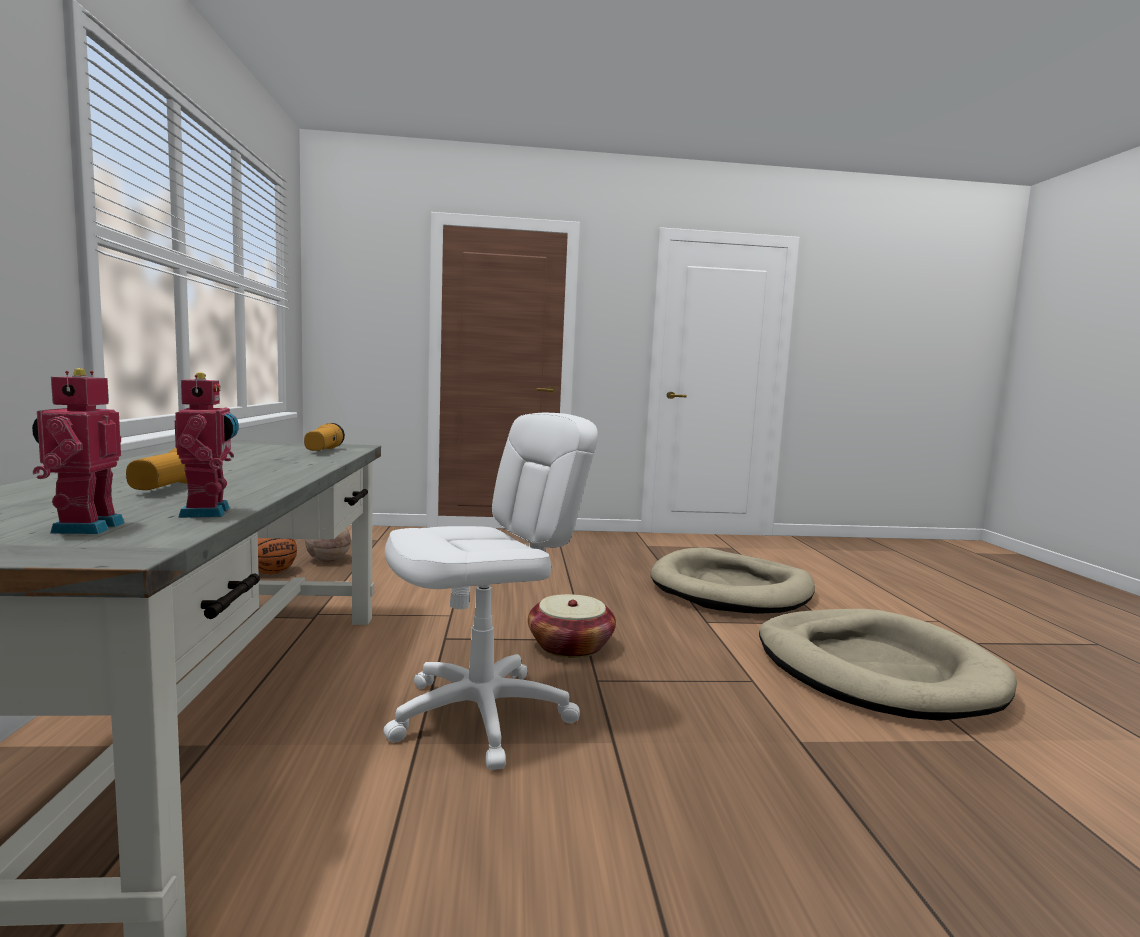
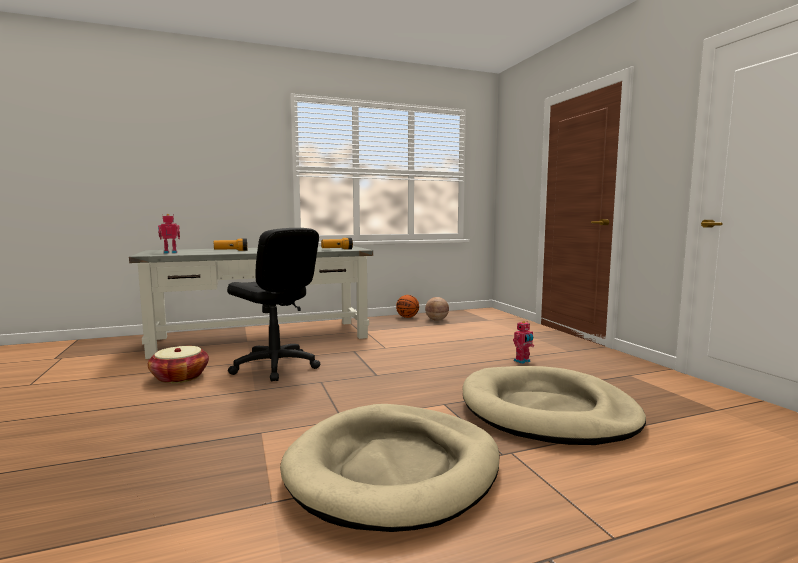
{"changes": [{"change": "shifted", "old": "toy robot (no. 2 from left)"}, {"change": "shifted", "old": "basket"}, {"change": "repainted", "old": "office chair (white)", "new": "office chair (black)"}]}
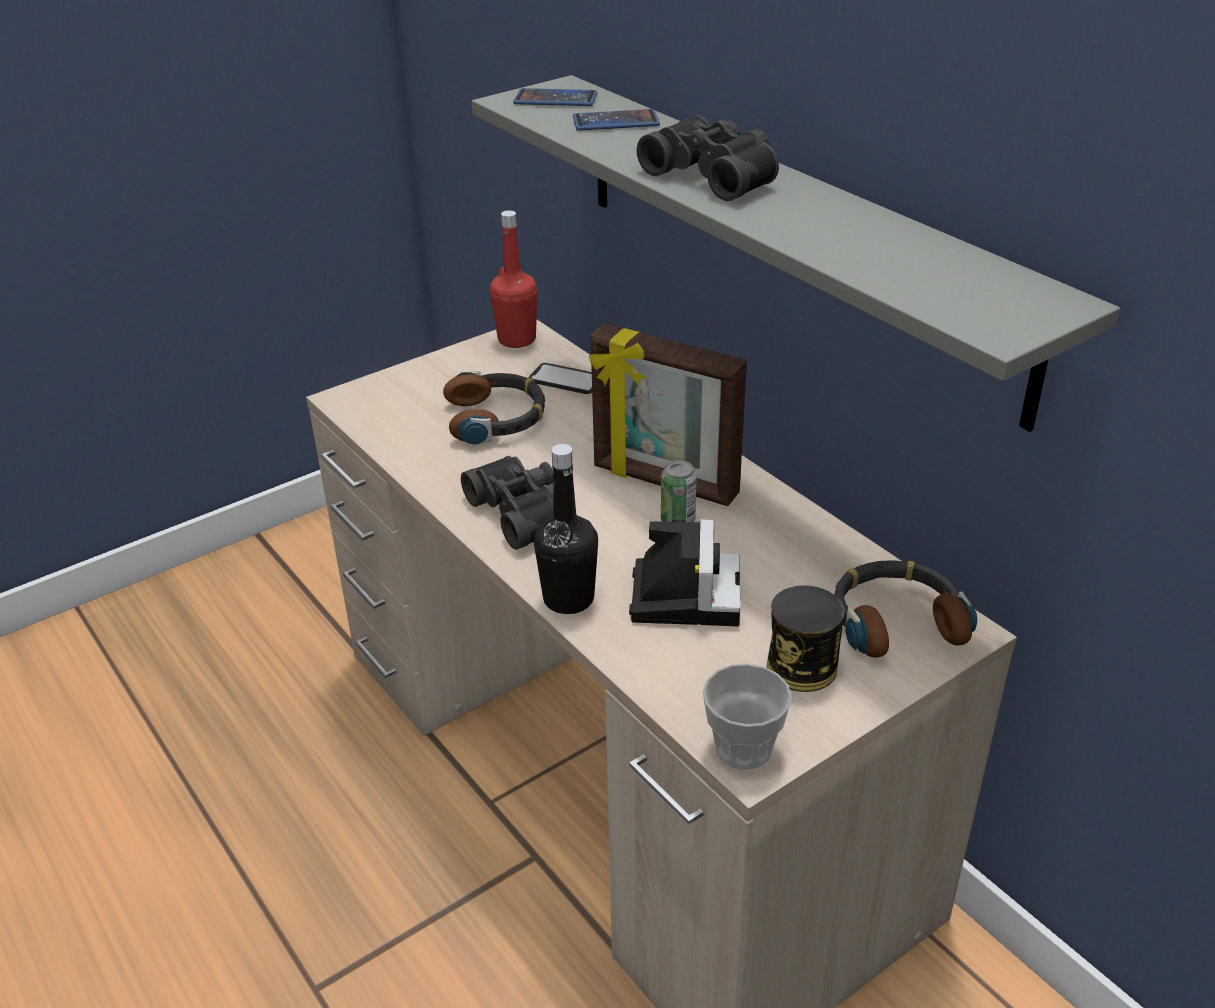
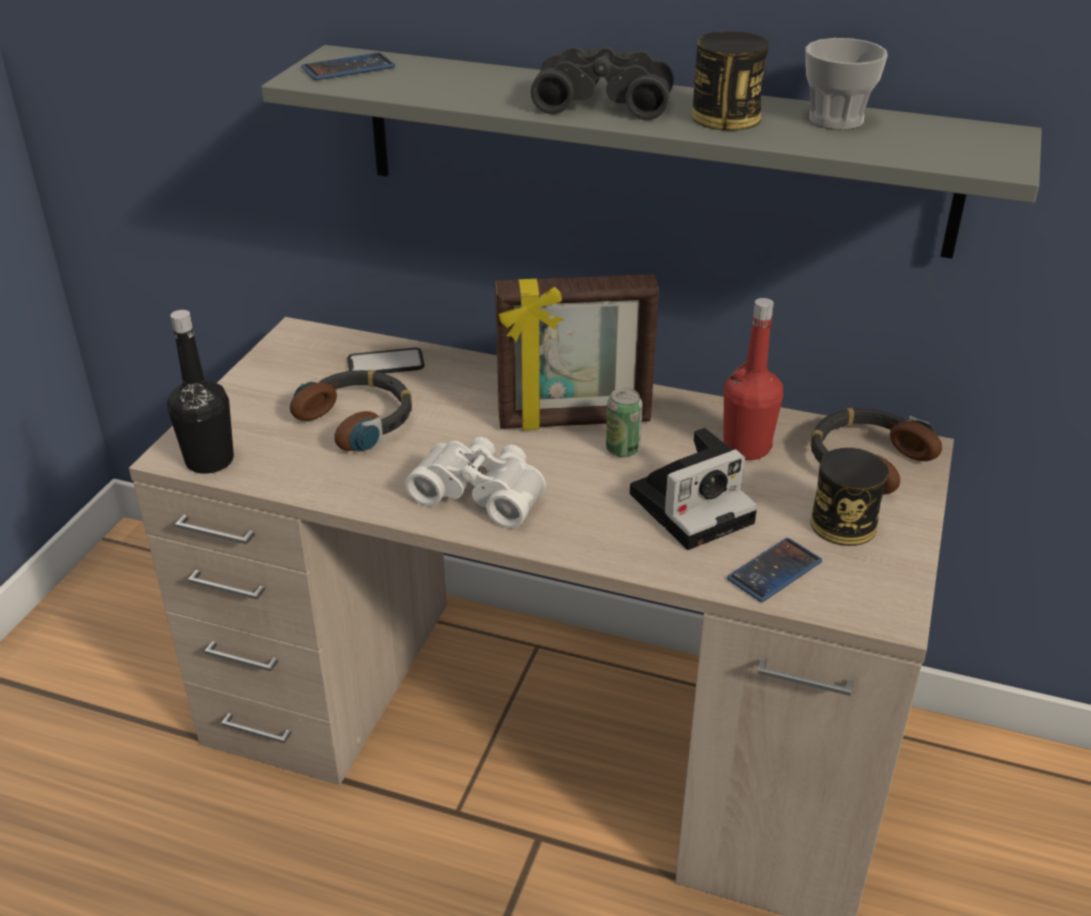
{"changes": [{"change": "new", "new": "can (no. 2 from left)"}, {"change": "shifted", "old": "bottle (red)"}, {"change": "shifted", "old": "bottle (black)"}, {"change": "shifted", "old": "phone (no. 3 from left)"}, {"change": "shifted", "old": "cup"}, {"change": "repainted", "old": "binoculars (black) (no. 1 from left)", "new": "binoculars (white)"}, {"change": "rotated", "old": "photo camera", "degrees": 90}]}
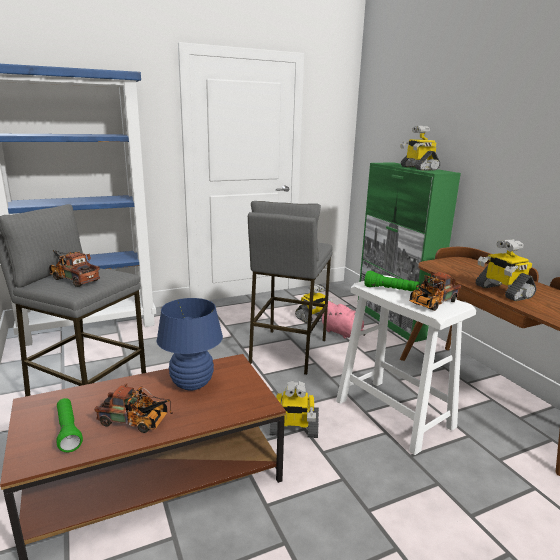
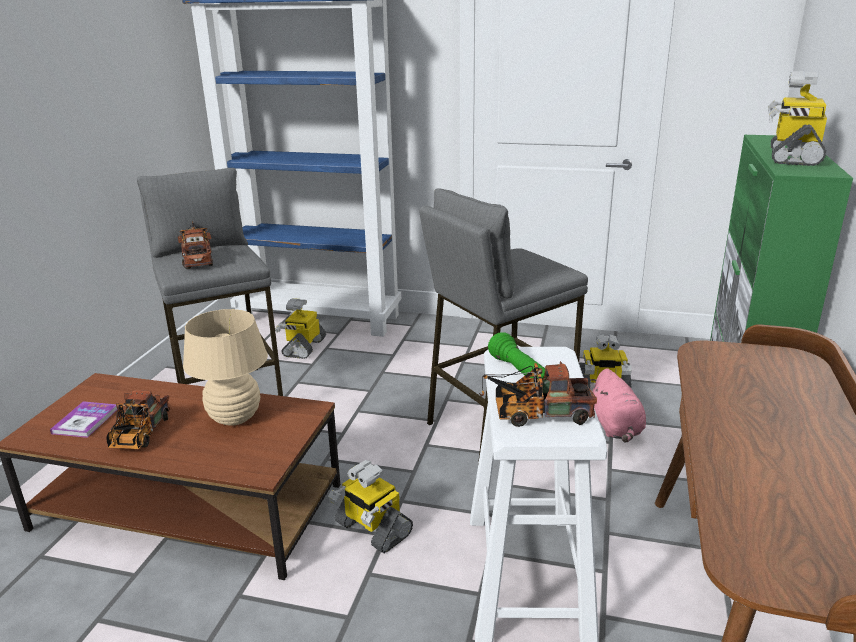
{"changes": [{"change": "shifted", "old": "toy robot (no. 4 from left in the first image)", "new": "toy robot (no. 1 from left)"}, {"change": "swapped", "old": "flashlight (green) (no. 1 from left)", "new": "book"}, {"change": "repainted", "old": "table lamp (blue)", "new": "table lamp (beige)"}, {"change": "rotated", "old": "toy truck (no. 2 from left in the first image)", "degrees": 45}]}
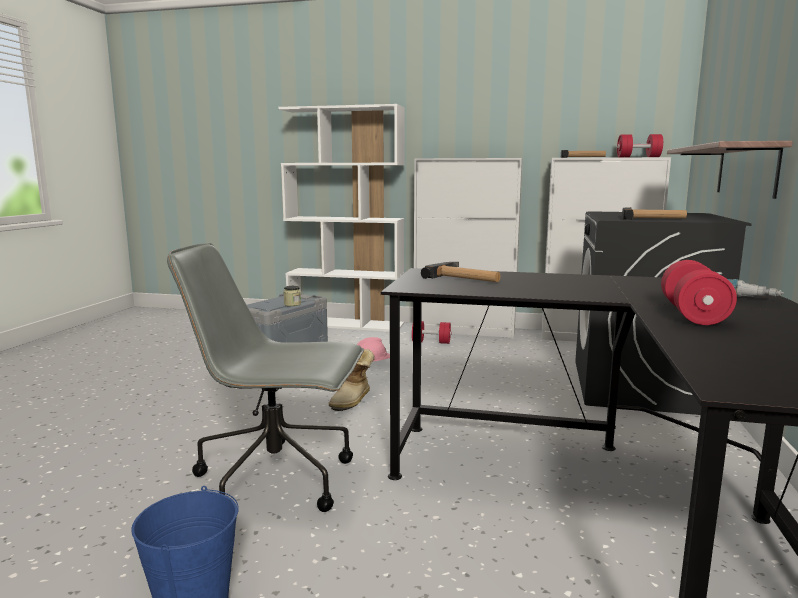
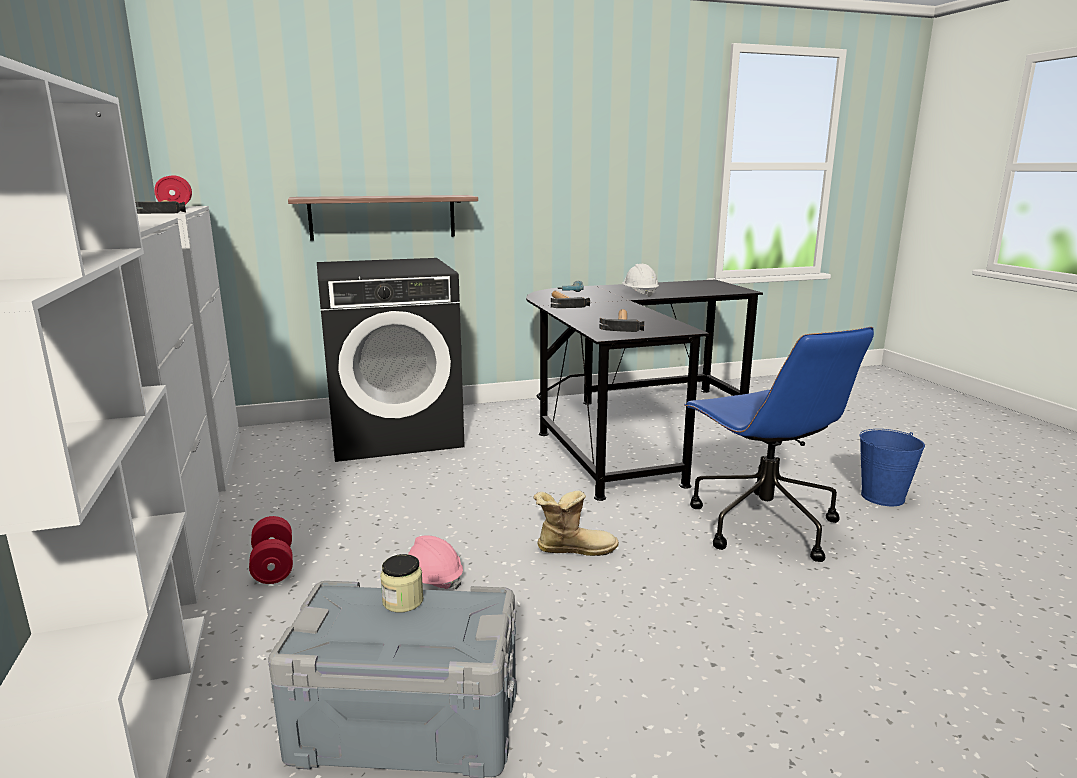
{"changes": [{"change": "shifted", "old": "hammer (no. 3 from left in the first image)", "new": "hammer (no. 2 from left)"}, {"change": "swapped", "old": "dumbbell (red) (no. 3 from left)", "new": "hard hat (white)"}, {"change": "repainted", "old": "office chair (grey)", "new": "office chair (blue)"}]}
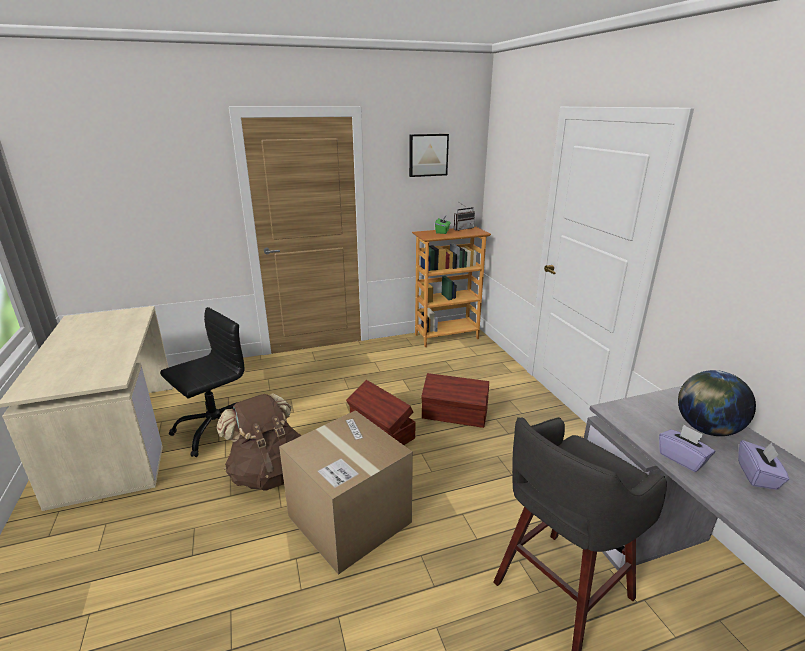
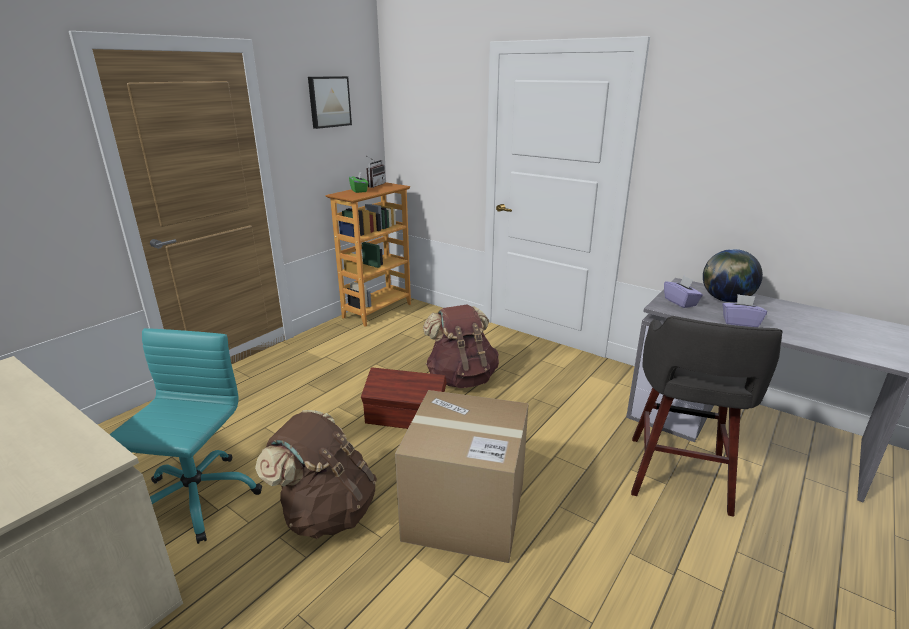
{"changes": [{"change": "shifted", "old": "tissue box (purple) (no. 2 from left in the first image)", "new": "tissue box (purple) (no. 1 from left)"}, {"change": "swapped", "old": "storage box (brown) (no. 2 from left)", "new": "backpack (brown) (no. 2 from left)"}, {"change": "repainted", "old": "office chair (black)", "new": "office chair (turquoise)"}]}
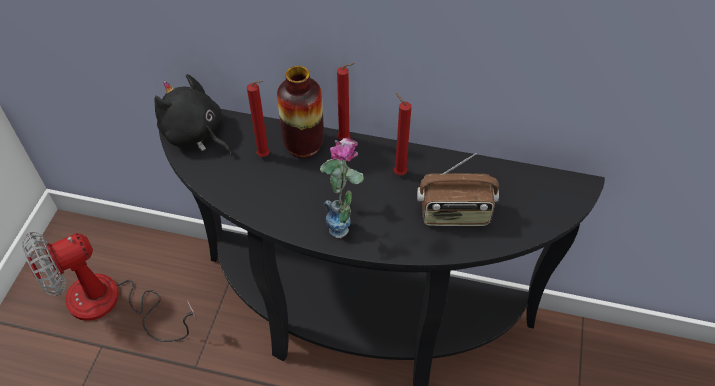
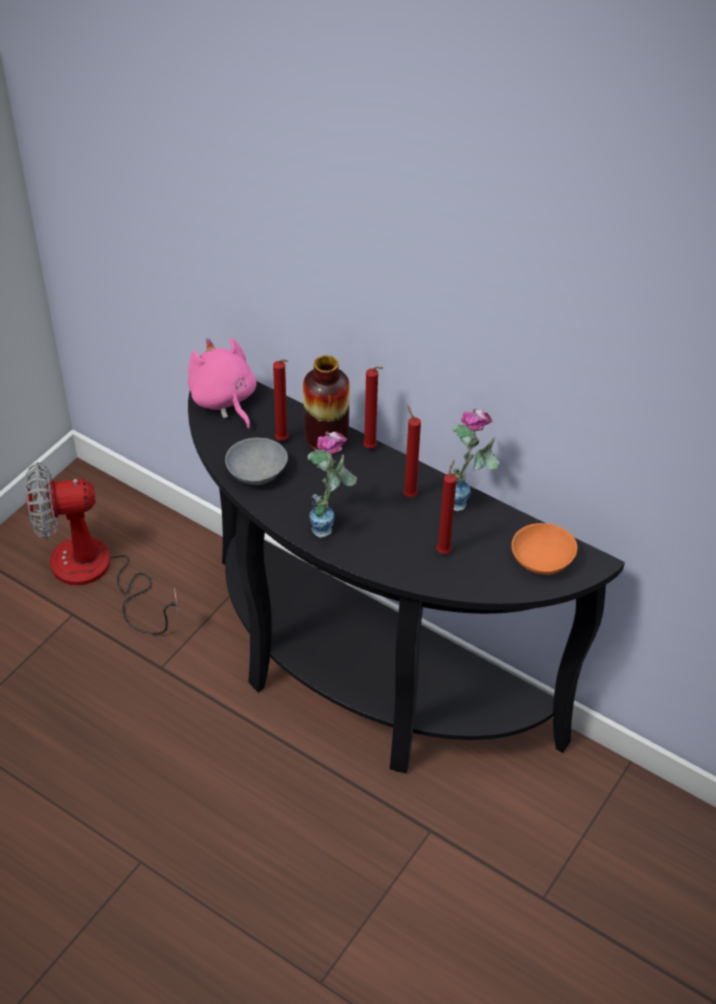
{"changes": [{"change": "new", "new": "bowl (grey)"}, {"change": "new", "new": "vase (no. 3 from left)"}, {"change": "new", "new": "bowl (orange)"}, {"change": "swapped", "old": "radio", "new": "candle (red) (no. 4 from left)"}, {"change": "repainted", "old": "plush toy (black)", "new": "plush toy (pink)"}]}
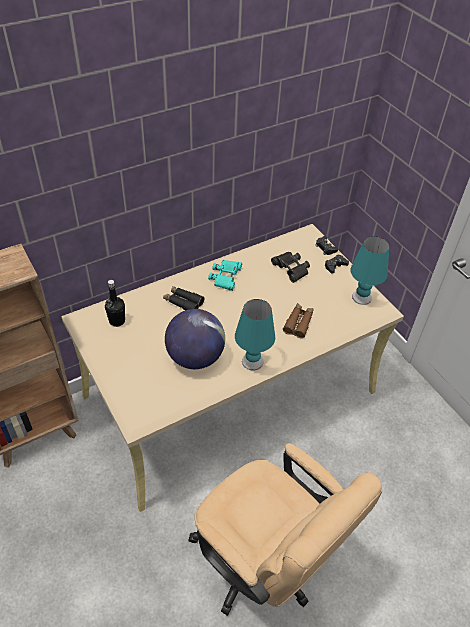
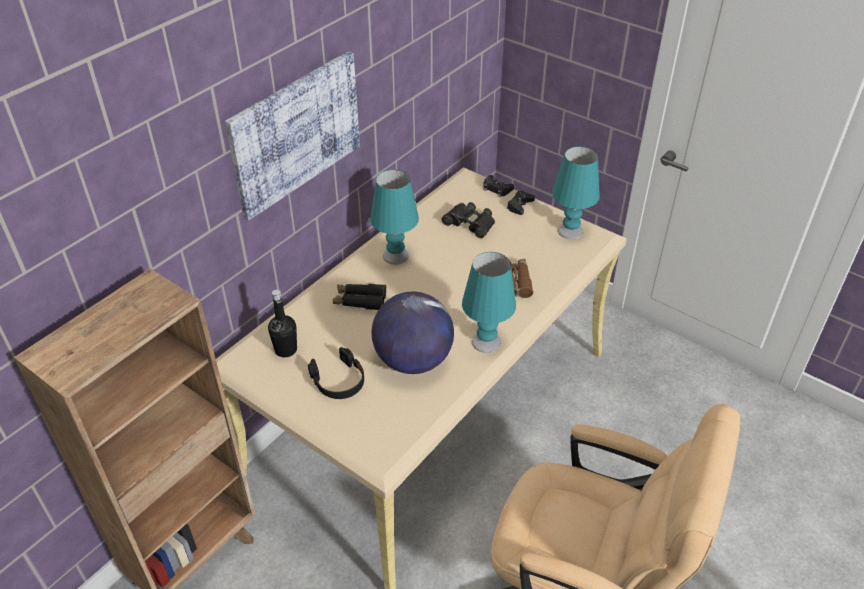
{"changes": [{"change": "new", "new": "picture"}, {"change": "new", "new": "headphones (black)"}, {"change": "swapped", "old": "binoculars (turquoise)", "new": "table lamp (turquoise) (no. 1 from left)"}]}
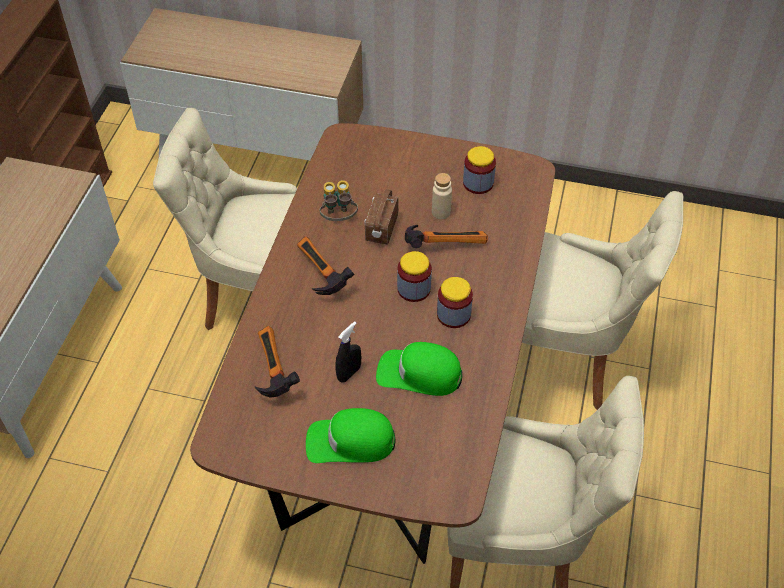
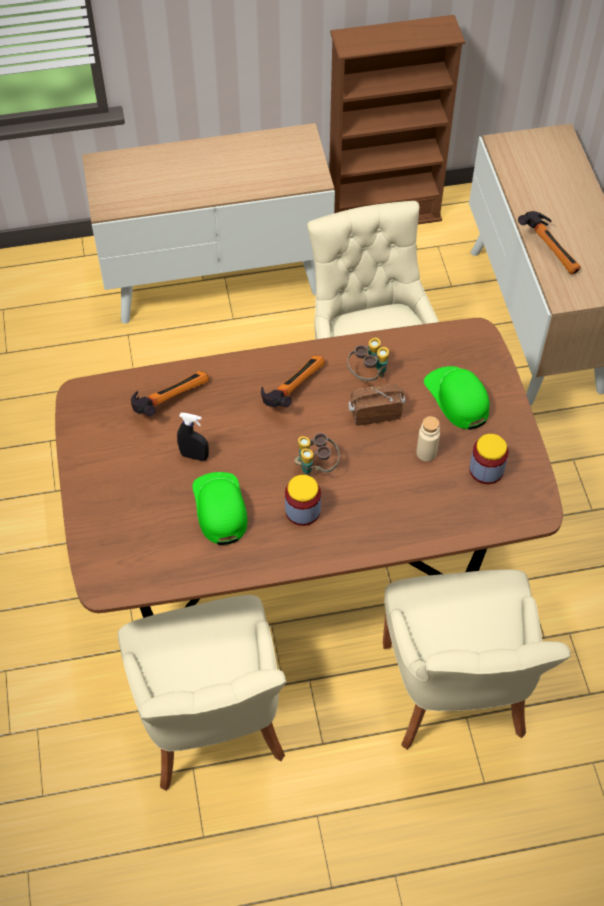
{"changes": [{"change": "shifted", "old": "cap (green) (no. 1 from left in the first image)", "new": "cap (green) (no. 2 from left)"}, {"change": "shifted", "old": "hammer (no. 3 from left)"}, {"change": "swapped", "old": "jar (no. 1 from left)", "new": "binoculars (no. 1 from left)"}]}
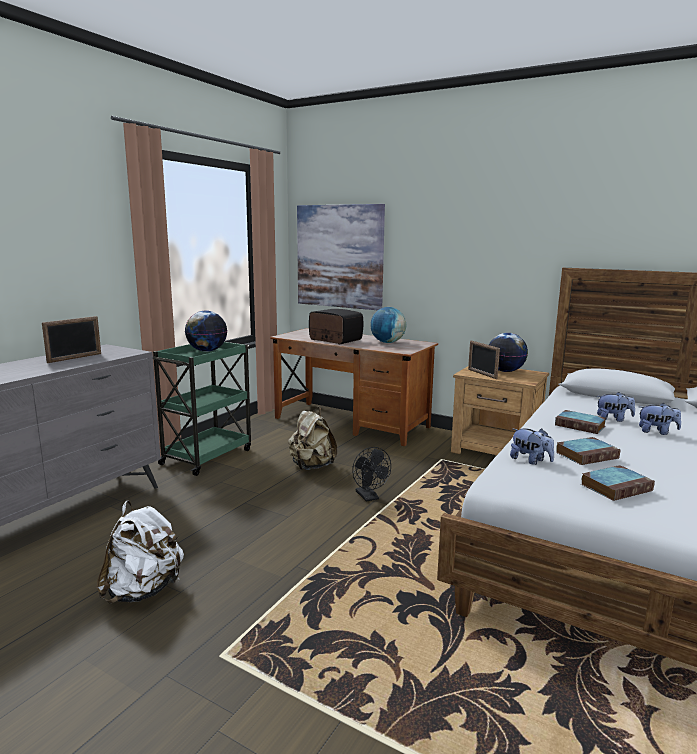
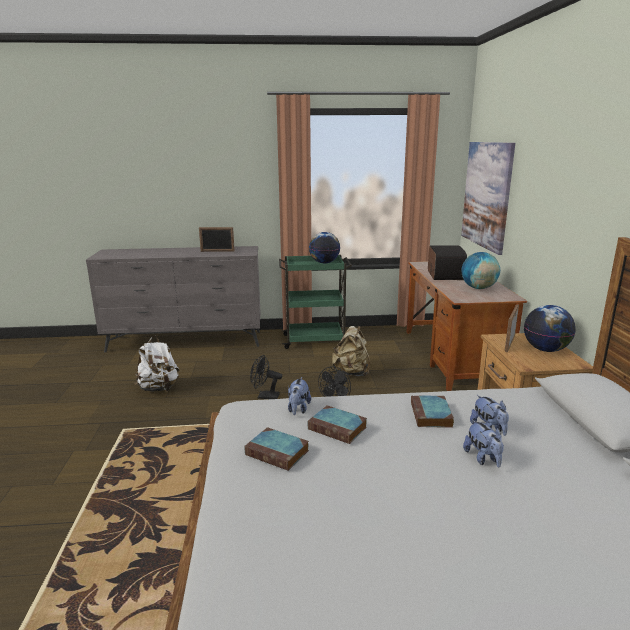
{"changes": [{"change": "new", "new": "fan (black) (no. 1 from left)"}]}
